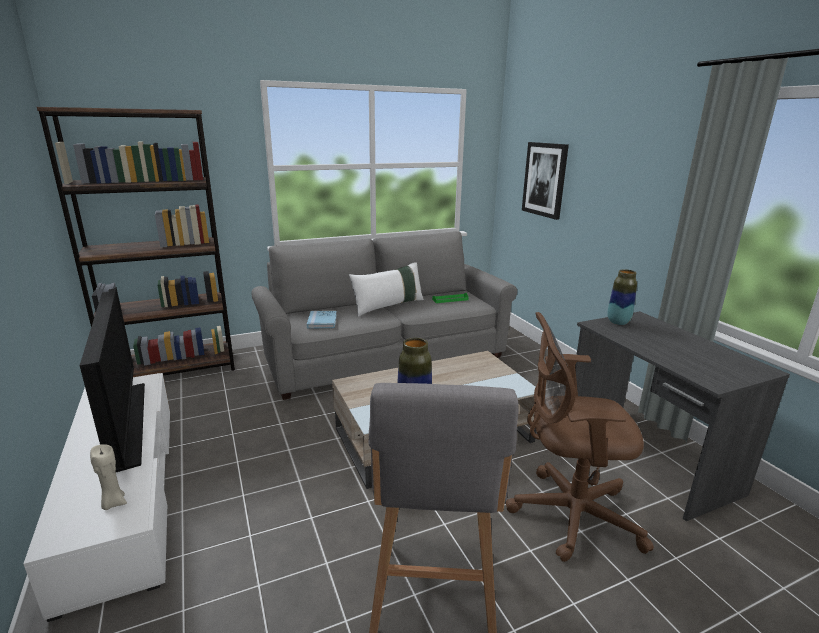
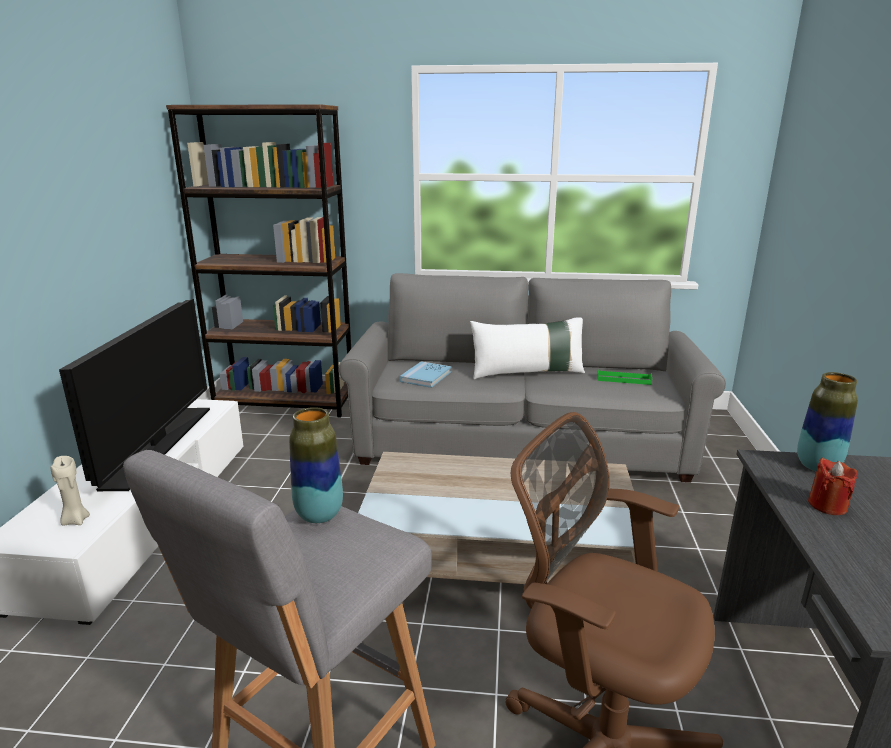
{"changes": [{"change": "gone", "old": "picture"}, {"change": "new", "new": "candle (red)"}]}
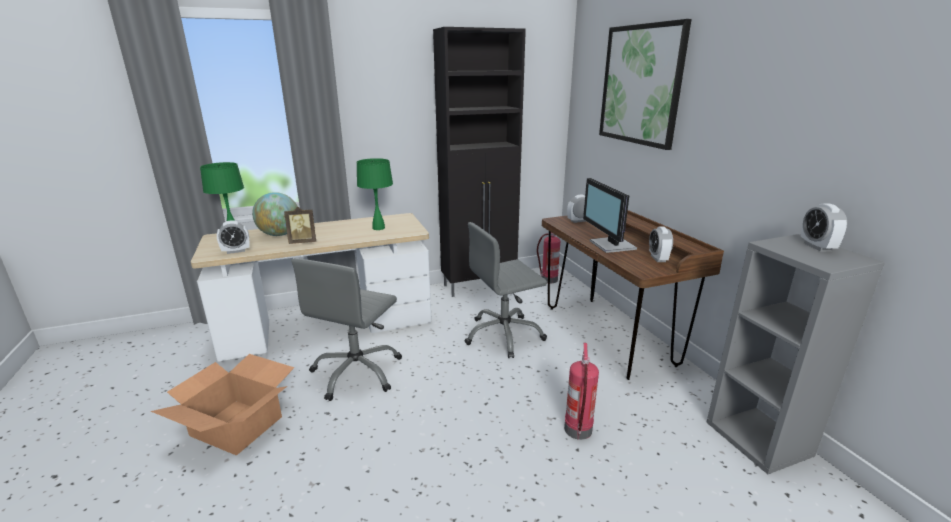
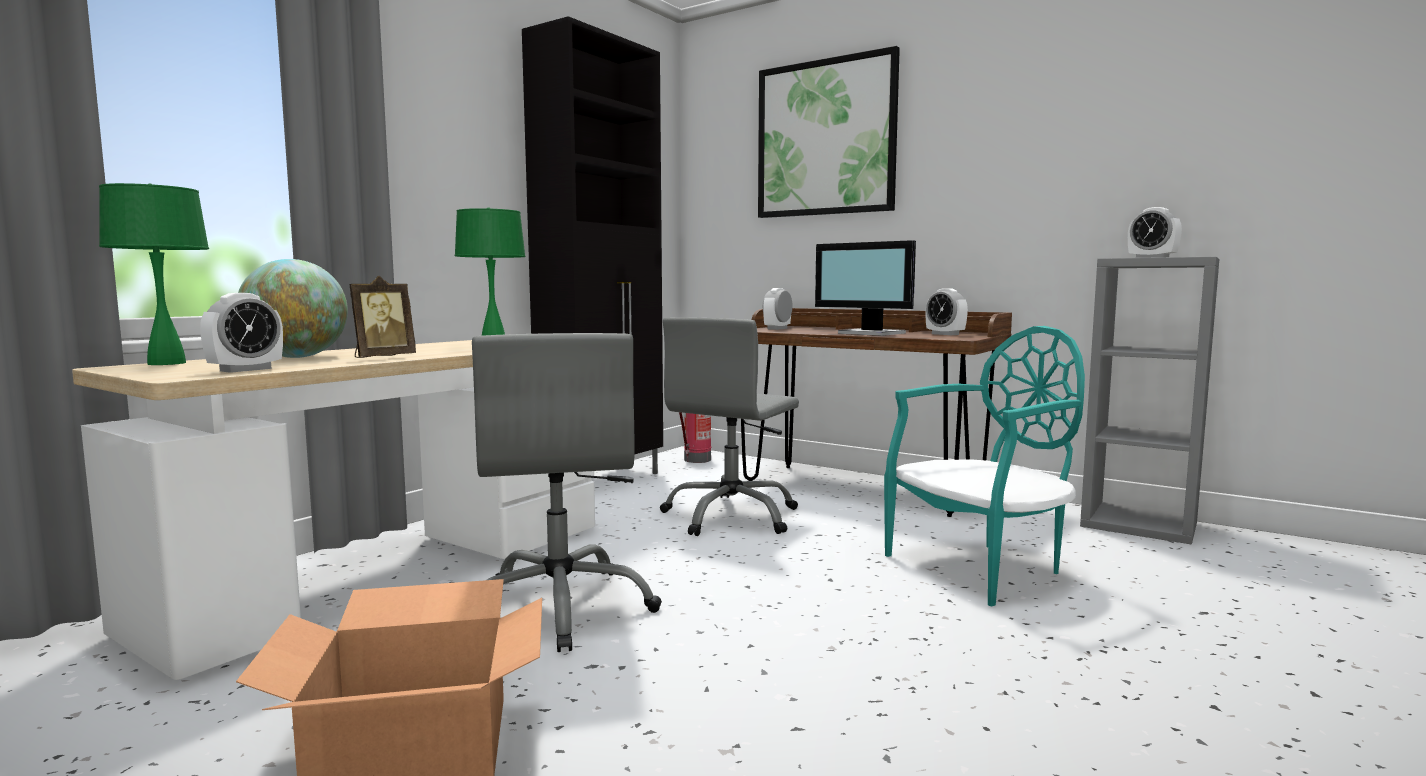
{"changes": [{"change": "swapped", "old": "fire extinguisher (no. 2 from left)", "new": "chair (turquoise)"}]}
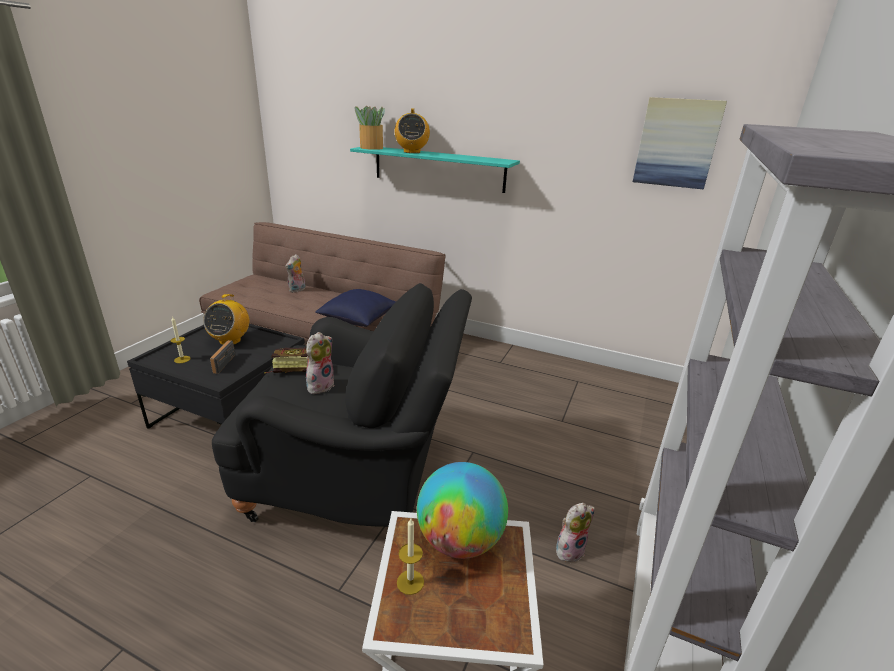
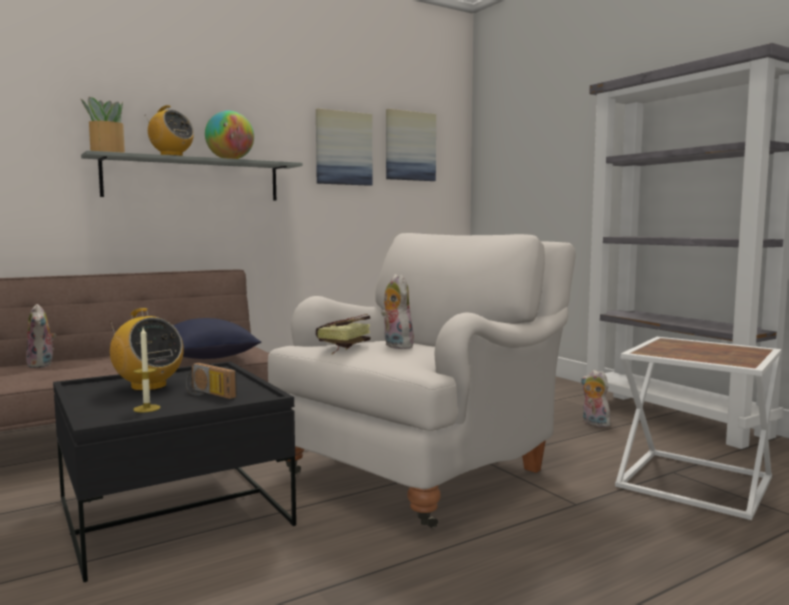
{"changes": [{"change": "gone", "old": "candle (no. 2 from left)"}, {"change": "new", "new": "picture (no. 1 from left)"}, {"change": "shifted", "old": "globe"}, {"change": "repainted", "old": "armchair (black)", "new": "armchair (white)"}, {"change": "repainted", "old": "shelf (turquoise)", "new": "shelf (grey)"}, {"change": "rotated", "old": "plush toy (no. 3 from left)", "degrees": -45}]}
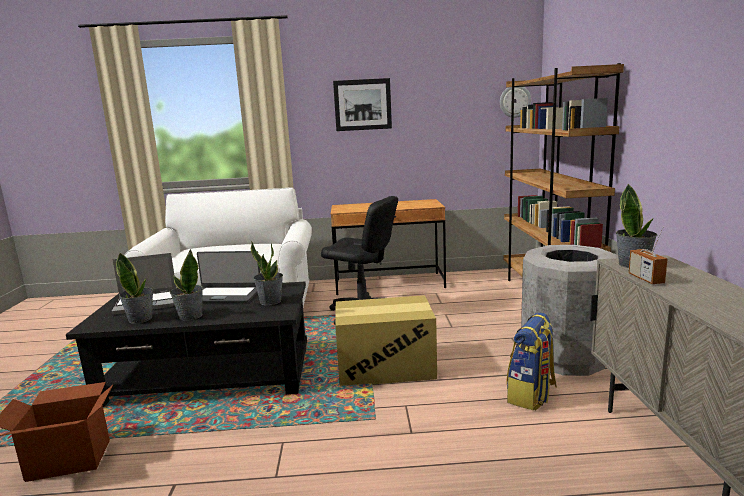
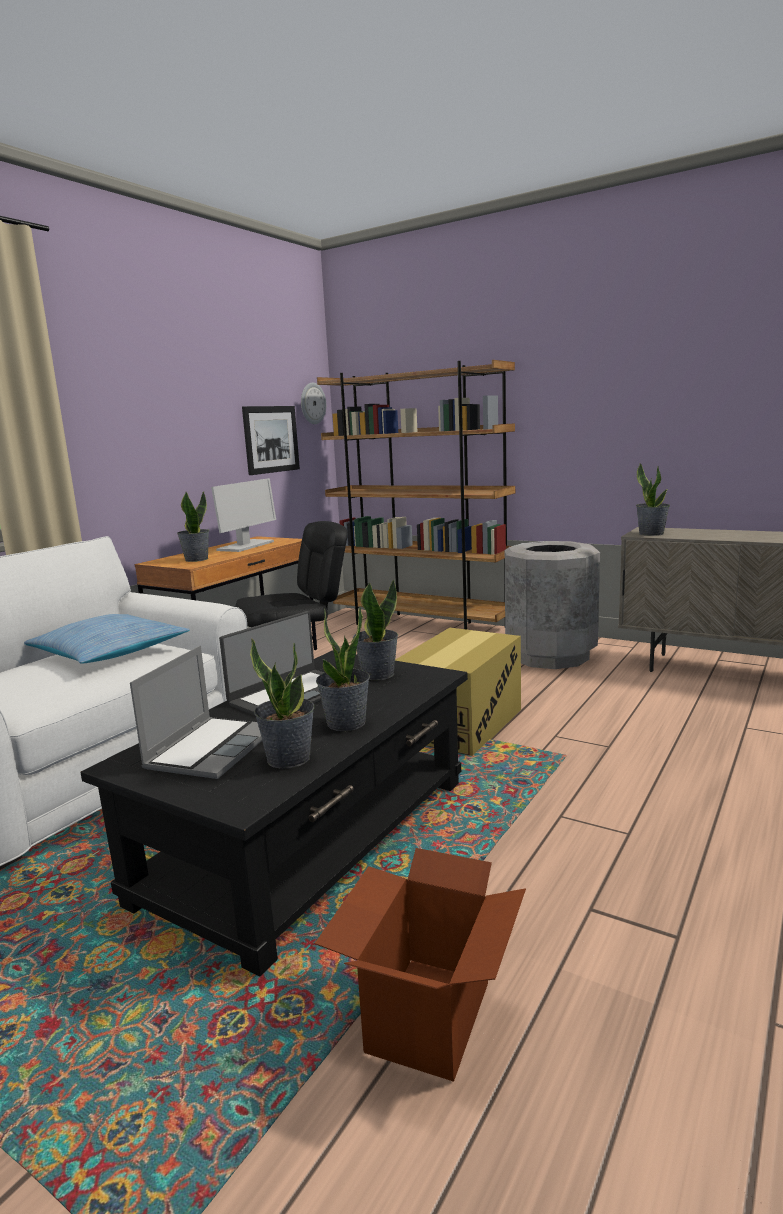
{"changes": [{"change": "gone", "old": "backpack"}, {"change": "gone", "old": "radio"}, {"change": "new", "new": "pillow"}, {"change": "new", "new": "potted plant (no. 1 from left)"}, {"change": "new", "new": "monitor"}, {"change": "shifted", "old": "picture"}]}
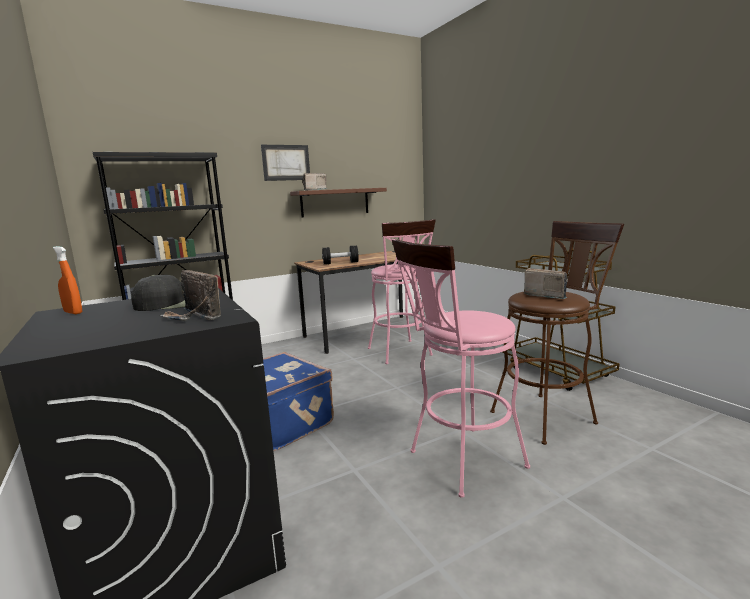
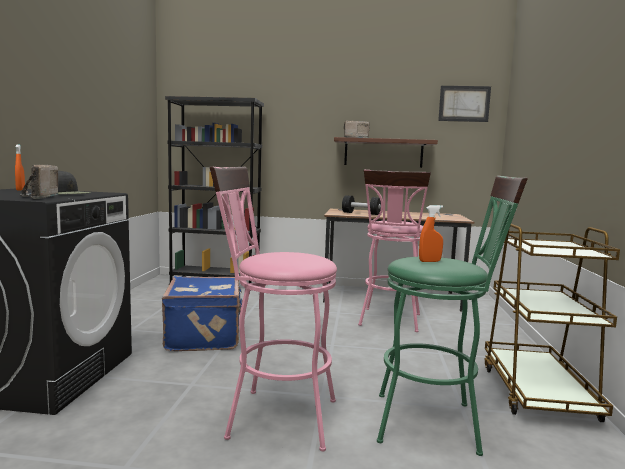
{"changes": [{"change": "shifted", "old": "picture"}, {"change": "swapped", "old": "radio (no. 3 from left)", "new": "spray bottle (orange) (no. 2 from left)"}, {"change": "repainted", "old": "stool (brown)", "new": "stool (green)"}]}
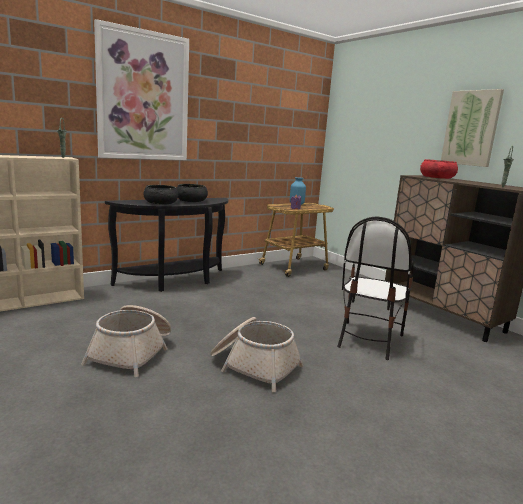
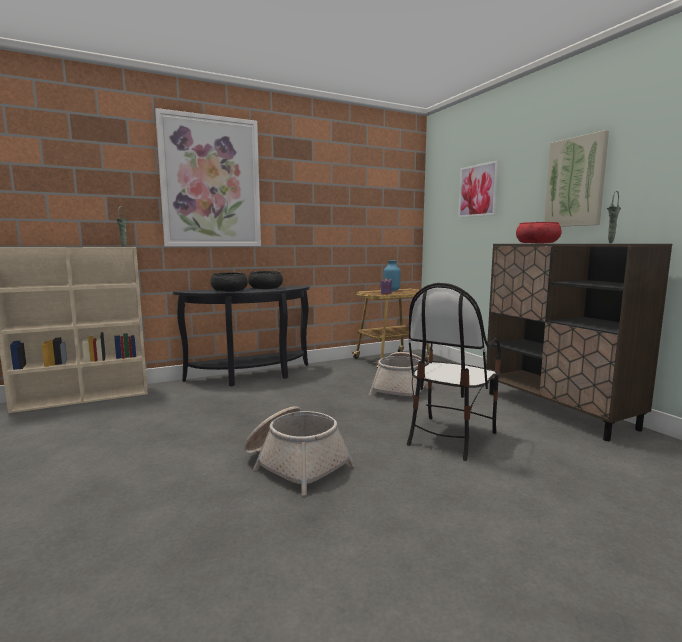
{"changes": [{"change": "new", "new": "picture (no. 2 from left)"}, {"change": "shifted", "old": "basket (no. 1 from left in the first image)", "new": "basket (no. 2 from left)"}]}
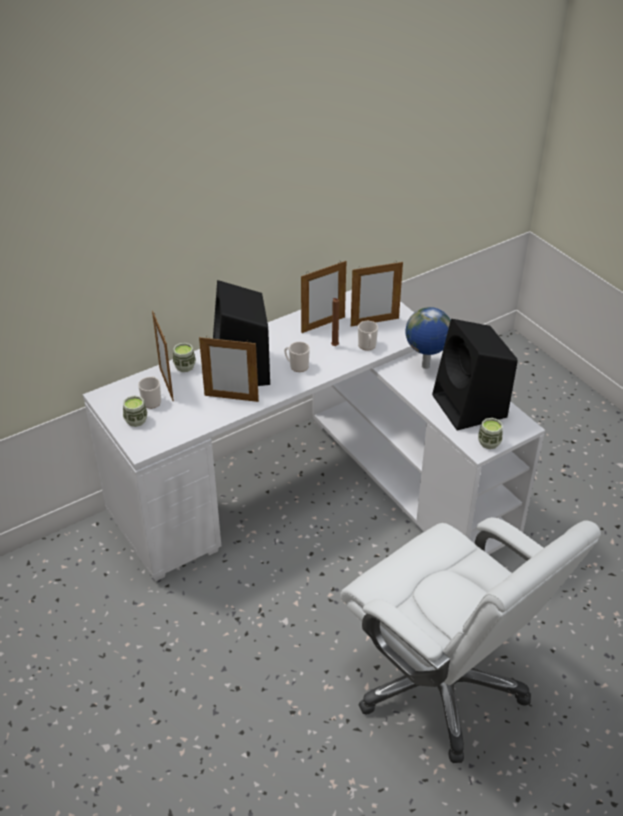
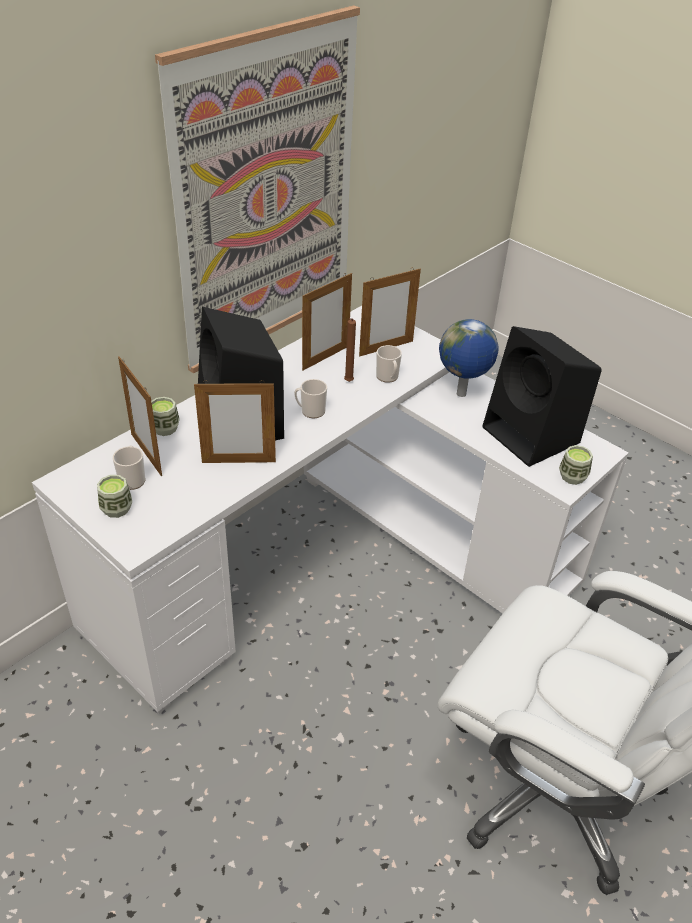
{"changes": [{"change": "new", "new": "picture"}]}
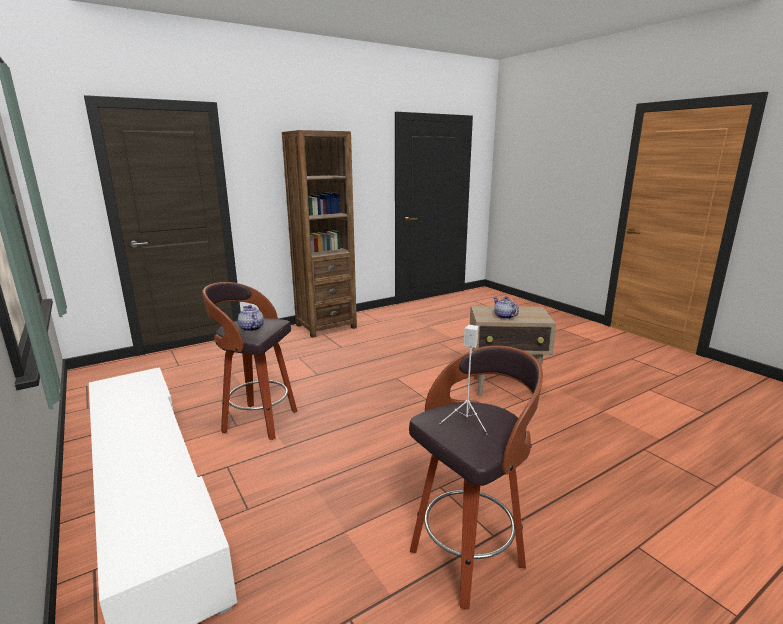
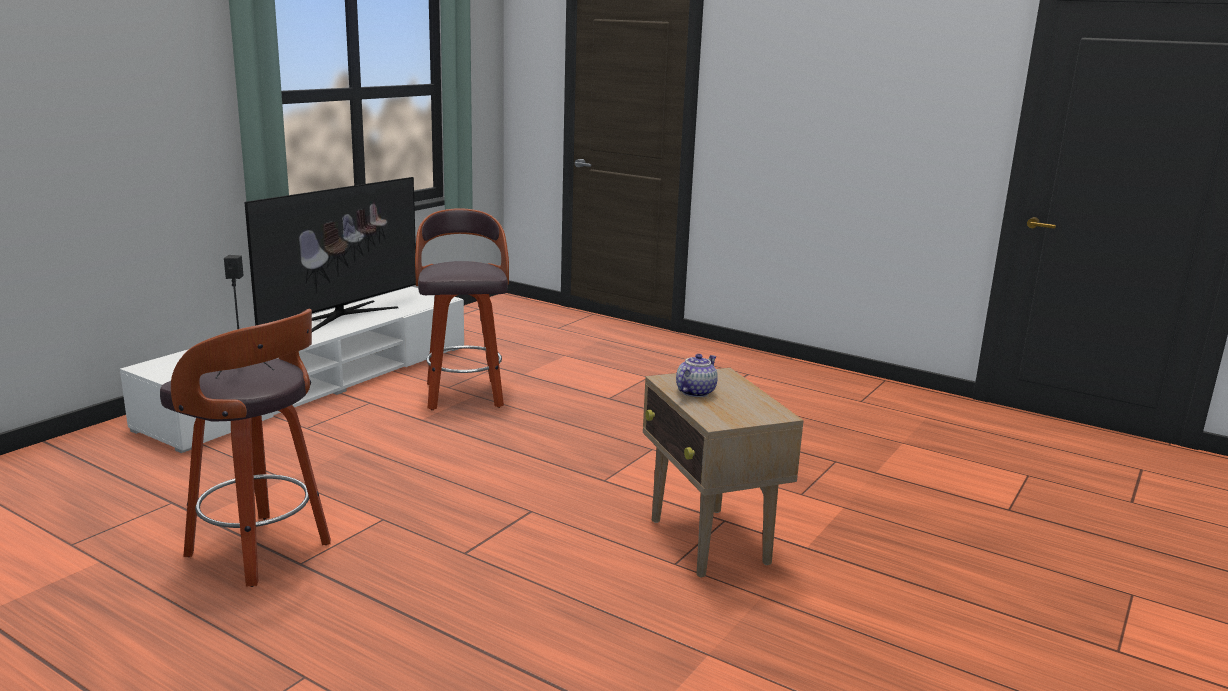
{"changes": [{"change": "gone", "old": "teapot (no. 1 from left)"}, {"change": "gone", "old": "bookcase (brown)"}, {"change": "new", "new": "television"}, {"change": "repainted", "old": "speaker (white)", "new": "speaker (black)"}]}
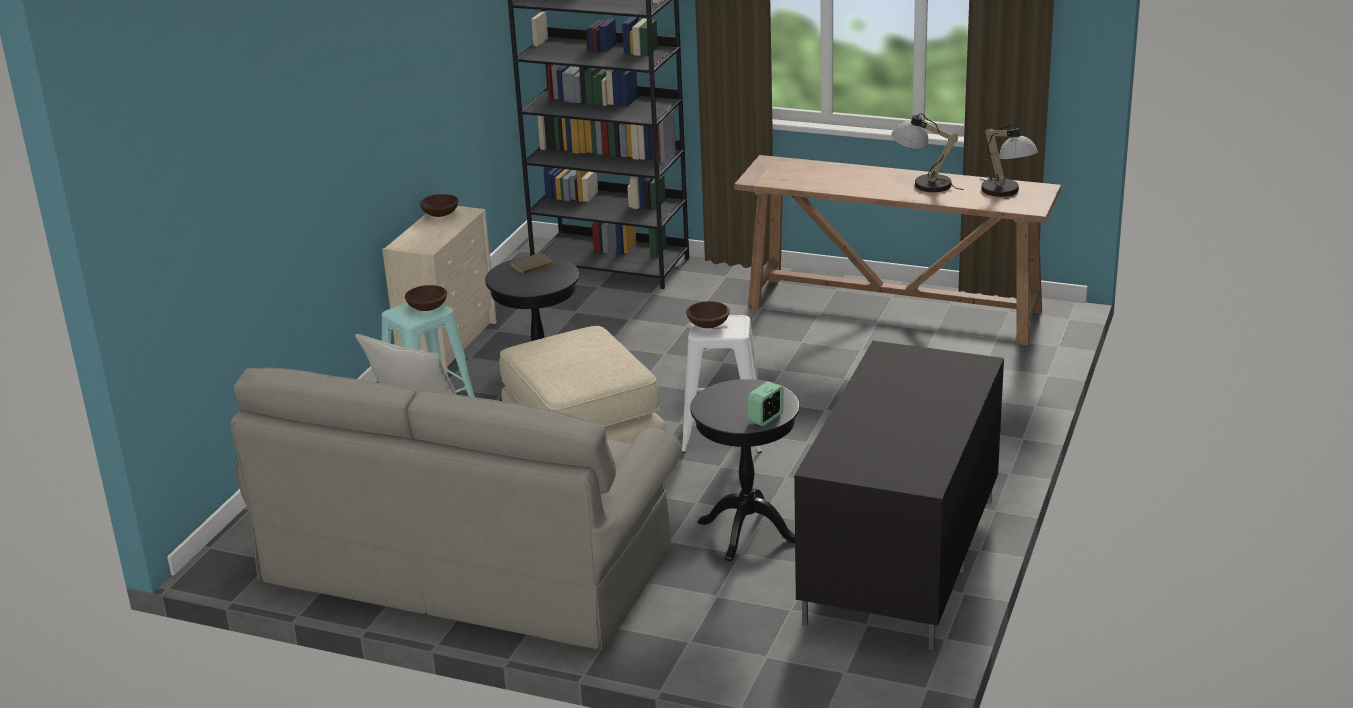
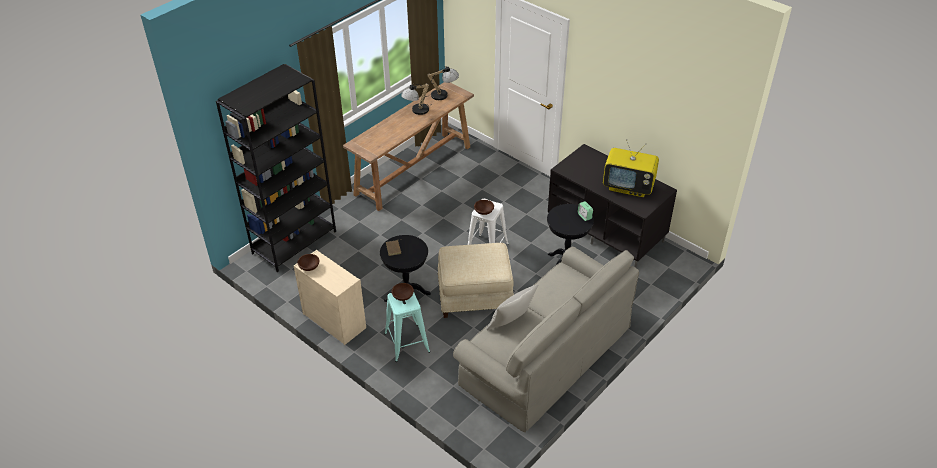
{"changes": [{"change": "new", "new": "television"}]}
